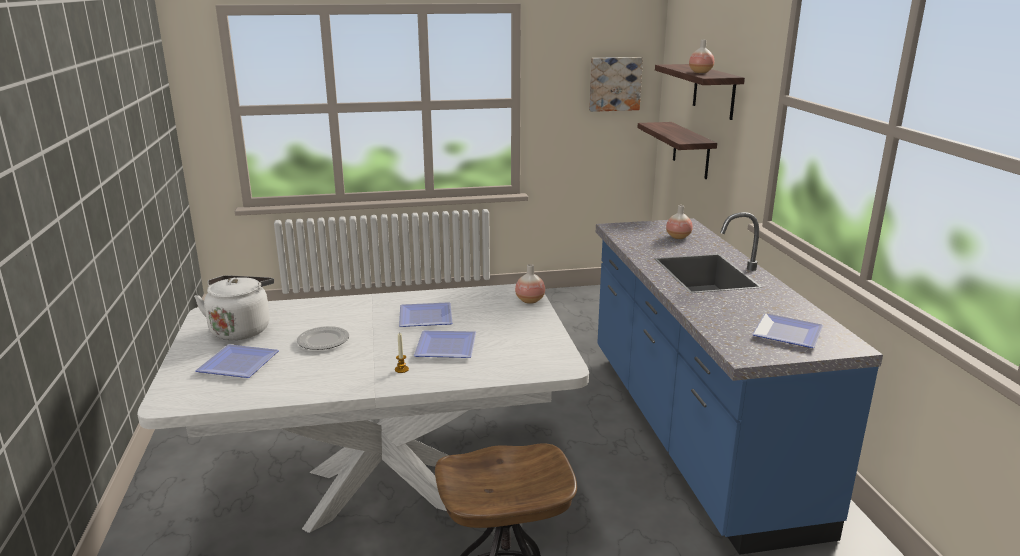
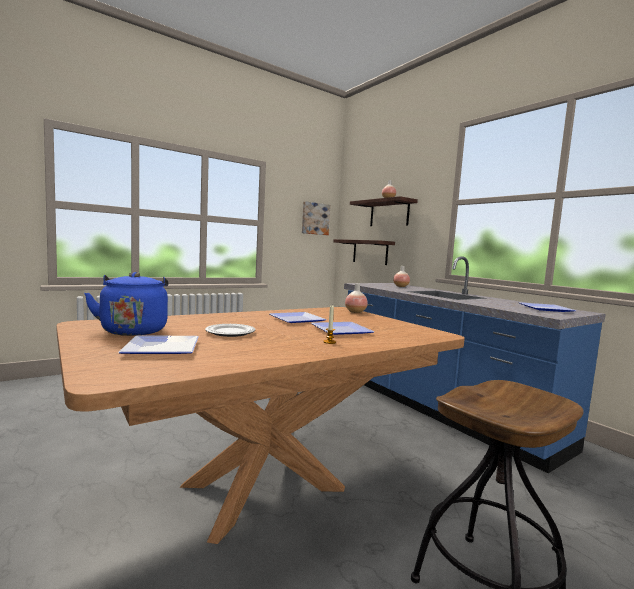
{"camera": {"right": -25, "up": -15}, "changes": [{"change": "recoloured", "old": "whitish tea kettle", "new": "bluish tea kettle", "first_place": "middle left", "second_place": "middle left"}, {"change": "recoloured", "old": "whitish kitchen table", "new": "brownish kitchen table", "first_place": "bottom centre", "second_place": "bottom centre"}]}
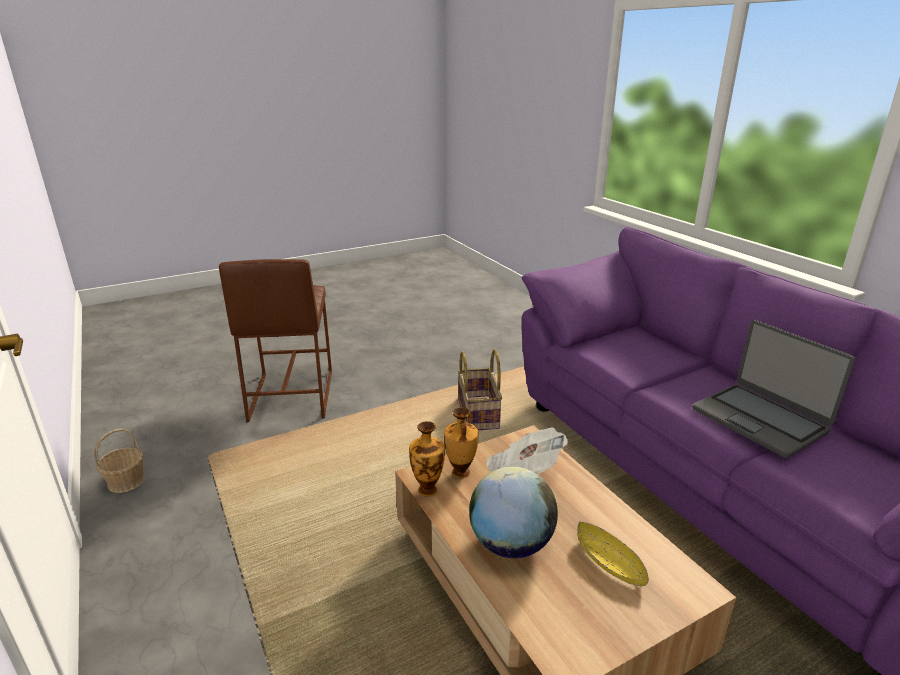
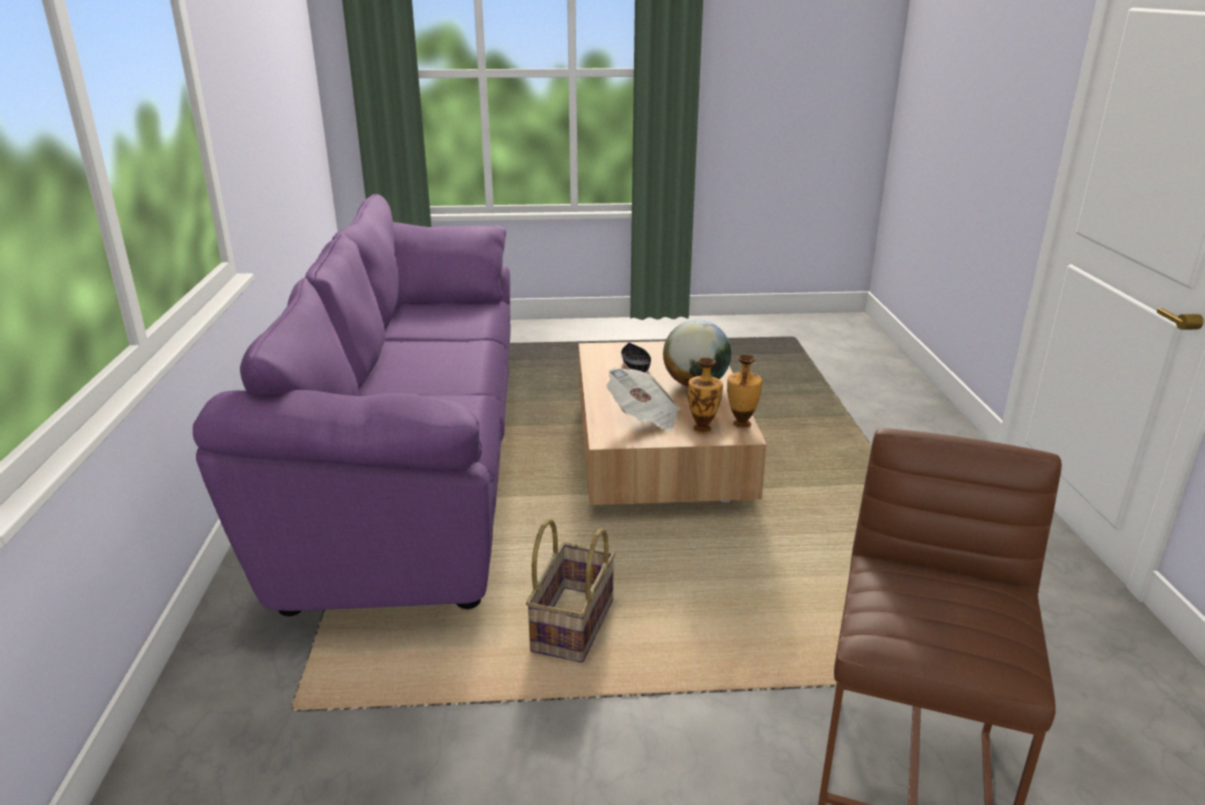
{"camera": {"right": -155, "up": 0}, "changes": [{"change": "removed", "old": "notebook computer", "first_place": "middle right"}, {"change": "removed", "old": "basket (1st from left)", "first_place": "bottom left"}, {"change": "recoloured", "old": "yellow serving bowl", "new": "black-coloured serving bowl", "first_place": "bottom right", "second_place": "centre"}]}
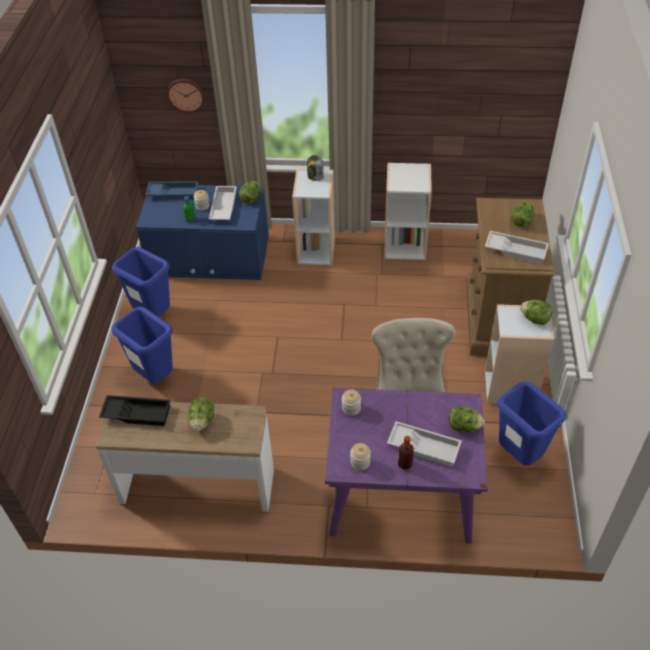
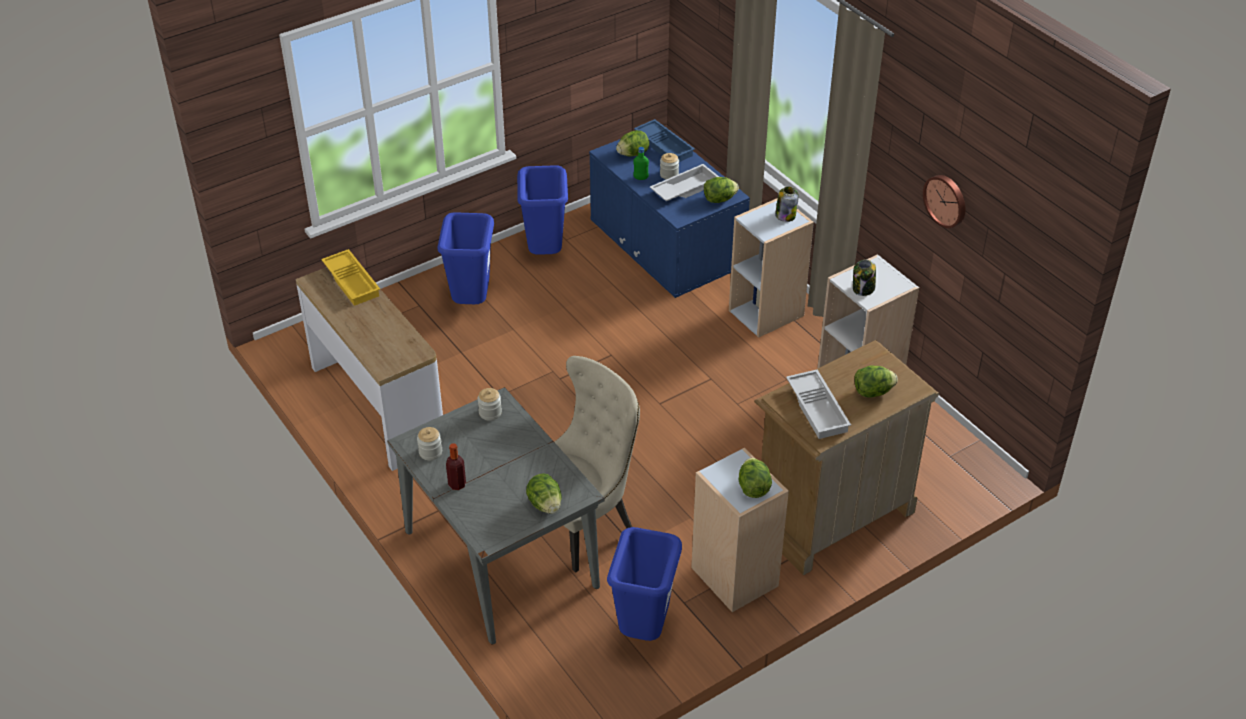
{"camera": {"right": 50, "up": -5}, "changes": [{"change": "moved", "old": "clock on the wall", "first_place": "top left", "second_place": "top right"}, {"change": "recoloured", "old": "purple kitchen table", "new": "greyish kitchen table", "first_place": "bottom centre", "second_place": "bottom centre"}, {"change": "recoloured", "old": "black-coloured serving tray", "new": "yellow serving tray", "first_place": "middle left", "second_place": "middle left"}, {"change": "moved", "old": "head of lettuce (1st from left in the first image)", "new": "head of lettuce (2nd from left)", "first_place": "middle left", "second_place": "top centre"}, {"change": "removed", "old": "whitish serving tray (2nd from left)", "first_place": "bottom centre"}, {"change": "added", "new": "preserve jar (5th from left)", "second_place": "middle right"}]}
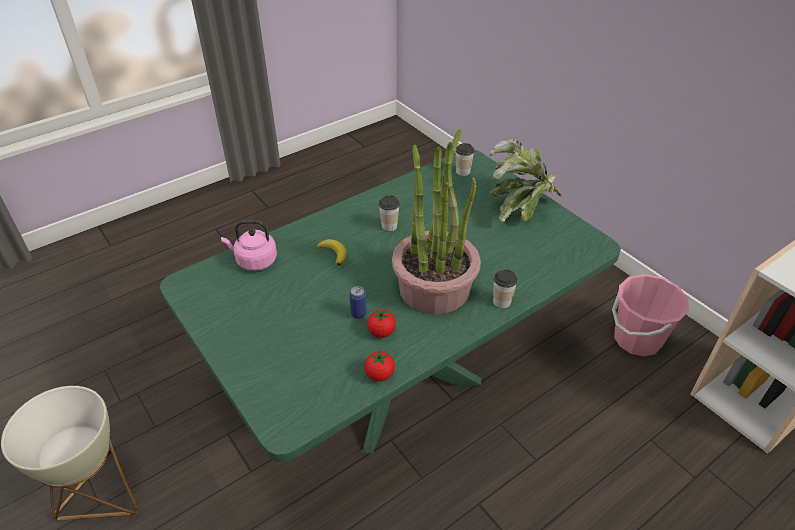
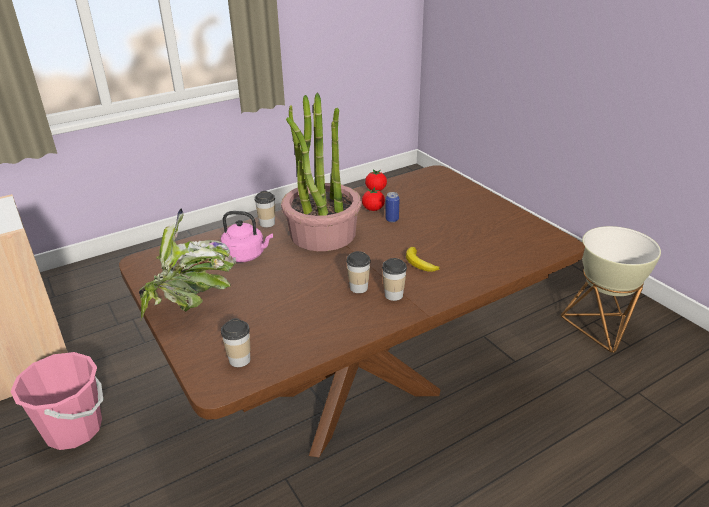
{"camera": {"right": -175, "up": -10}, "changes": [{"change": "recoloured", "old": "green kitchen table", "new": "brownish kitchen table", "first_place": "centre", "second_place": "centre"}, {"change": "moved", "old": "pink-coloured tea kettle", "first_place": "middle left", "second_place": "centre"}, {"change": "added", "new": "small cup (4th from left)", "second_place": "centre"}]}
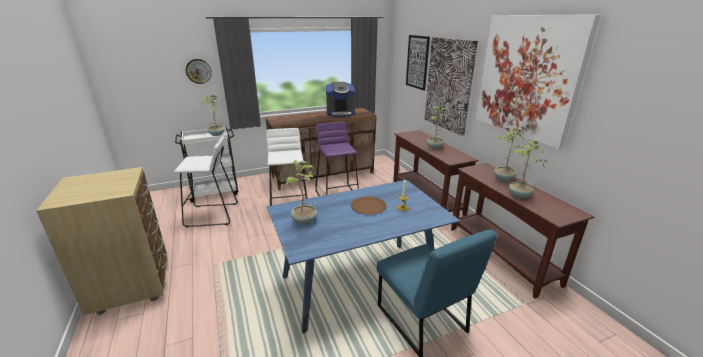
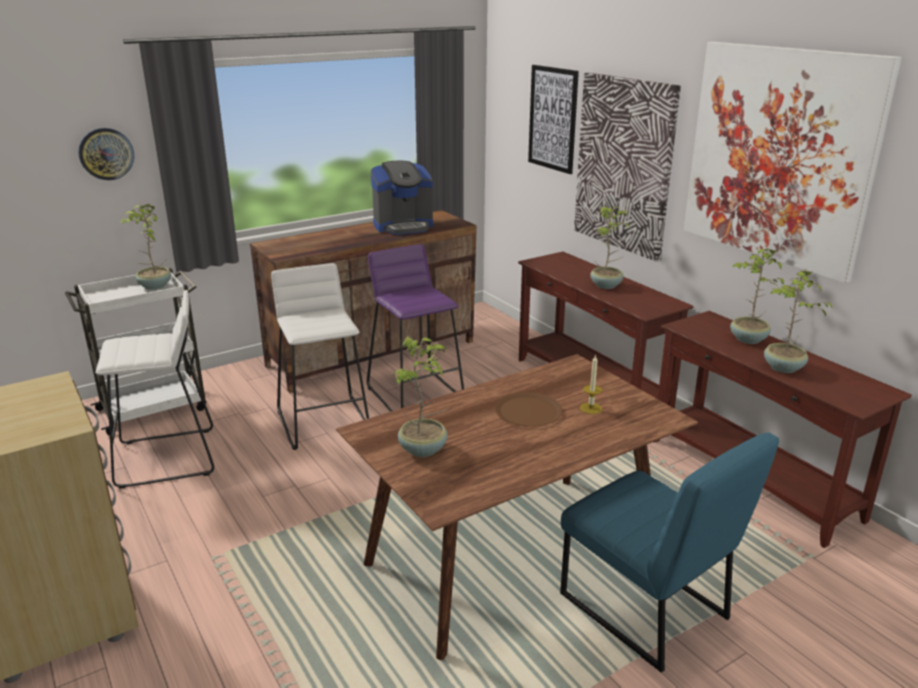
{"camera": {"right": -10, "up": 0}, "changes": [{"change": "recoloured", "old": "bluish kitchen table", "new": "brownish kitchen table", "first_place": "bottom centre", "second_place": "bottom centre"}]}
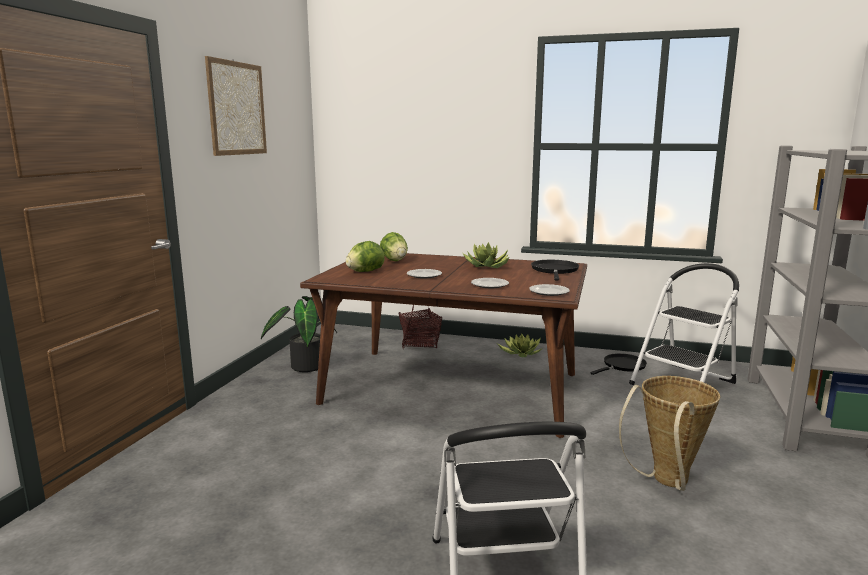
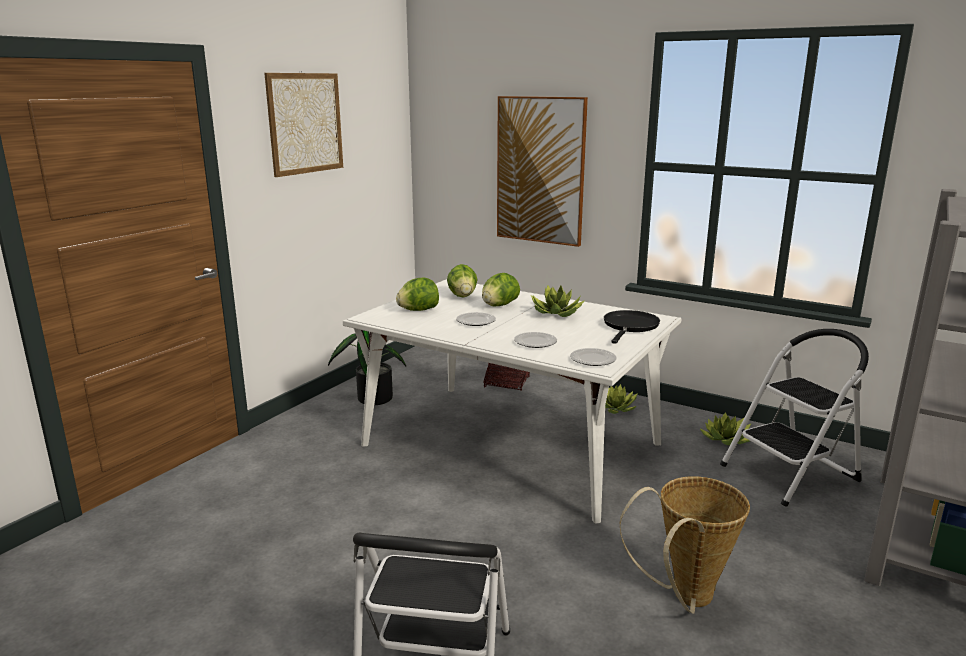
{"camera": {"right": 15, "up": 5}, "changes": [{"change": "recoloured", "old": "brownish kitchen table", "new": "whitish kitchen table", "first_place": "centre", "second_place": "centre"}, {"change": "replaced", "old": "black-coloured frying pan (2nd from left)", "new": "houseplant (4th from left)", "first_place": "middle right", "second_place": "middle right"}, {"change": "added", "new": "wall art (2nd from left)", "second_place": "top centre"}, {"change": "added", "new": "head of lettuce (3rd from left)", "second_place": "centre"}]}
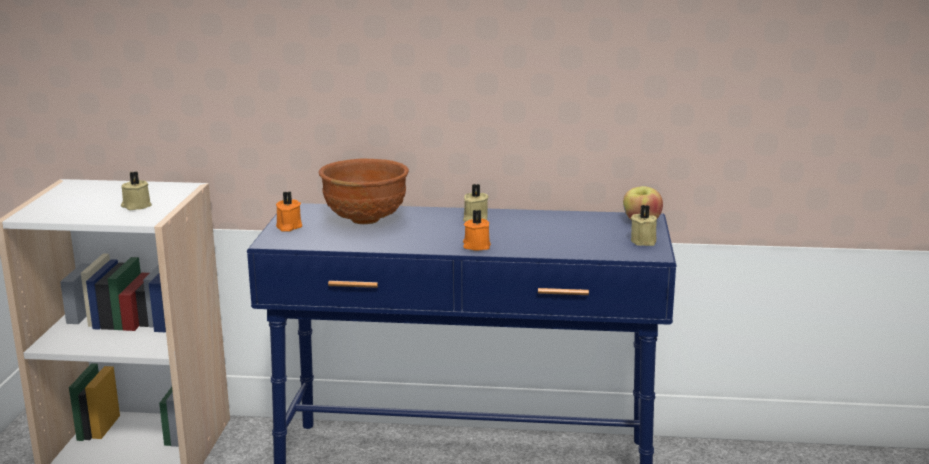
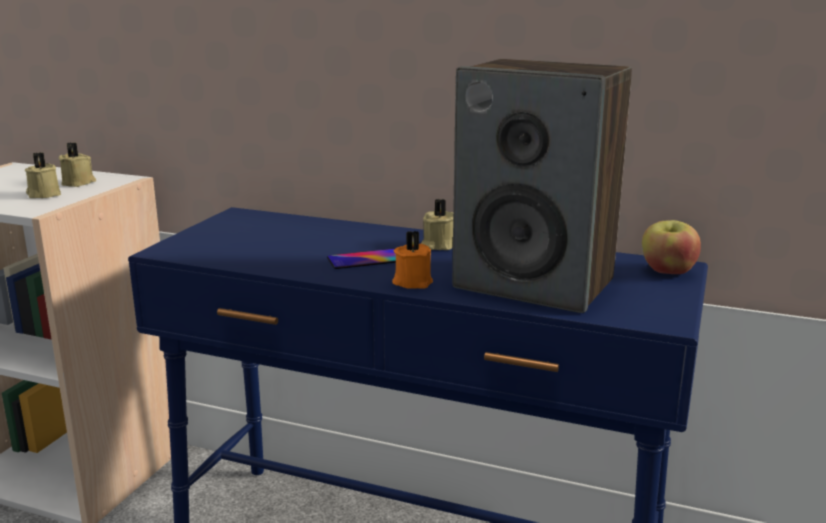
{"camera": {"right": 15, "up": 0}, "changes": [{"change": "removed", "old": "brownish serving bowl", "first_place": "centre"}, {"change": "removed", "old": "orangey wax candle (1st from left)", "first_place": "middle left"}, {"change": "moved", "old": "beige wax candle (3rd from left in the first image)", "new": "beige wax candle (2nd from left)", "first_place": "middle right", "second_place": "top left"}, {"change": "added", "new": "audio speaker", "second_place": "centre"}, {"change": "added", "new": "telephone", "second_place": "centre"}]}
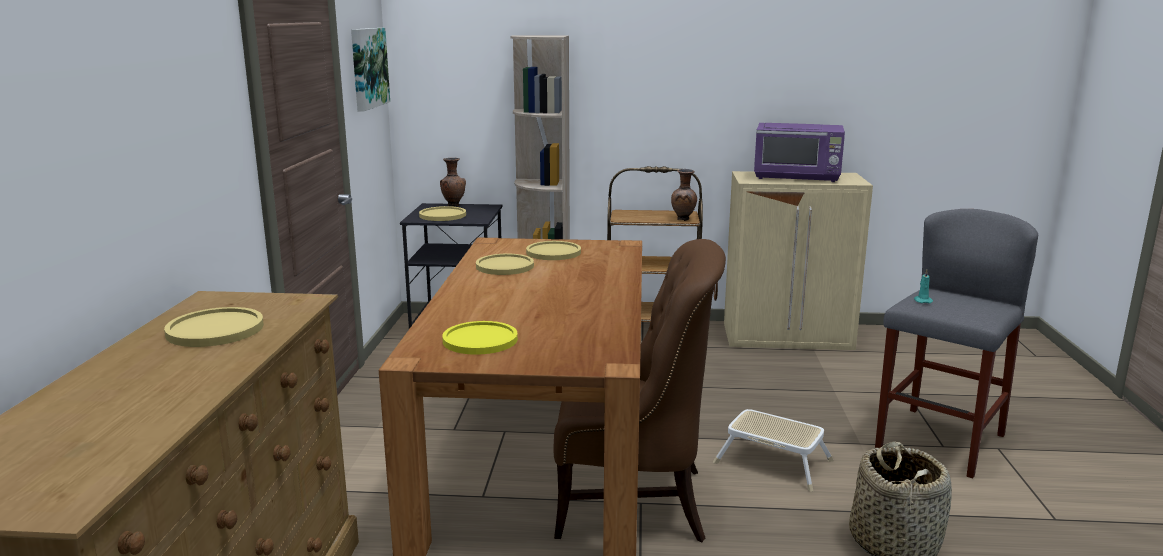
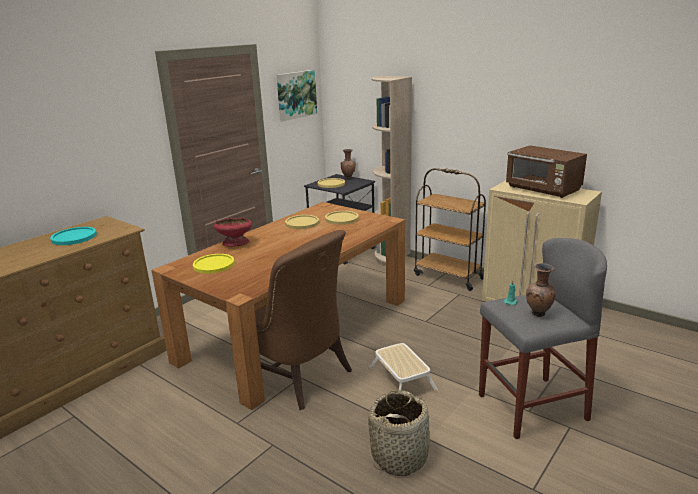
{"camera": {"right": 35, "up": 5}, "changes": [{"change": "recoloured", "old": "purple microwave", "new": "brownish microwave", "first_place": "top right", "second_place": "middle right"}, {"change": "moved", "old": "brownish flower vase (2nd from left)", "first_place": "centre", "second_place": "middle right"}, {"change": "recoloured", "old": "yellow dinner plate (1st from left)", "new": "turquoise-coloured dinner plate", "first_place": "middle left", "second_place": "middle left"}, {"change": "added", "new": "red serving bowl", "second_place": "centre"}]}
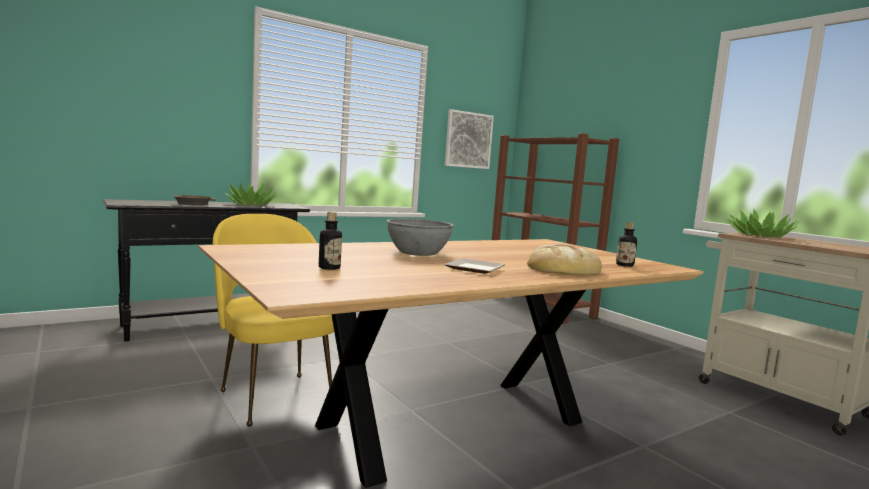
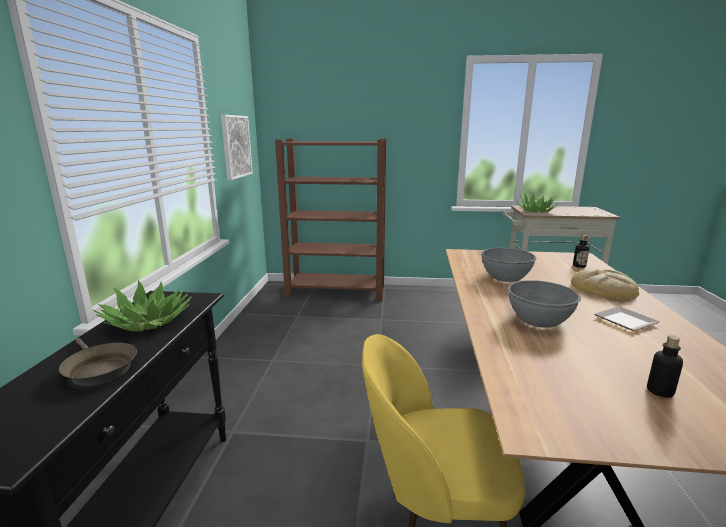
{"camera": {"right": -50, "up": 10}, "changes": [{"change": "added", "new": "greyish serving bowl (1st from left)", "second_place": "middle right"}]}
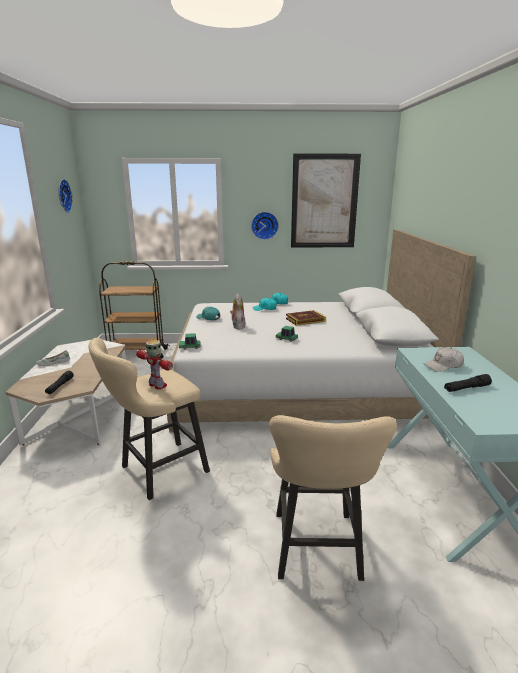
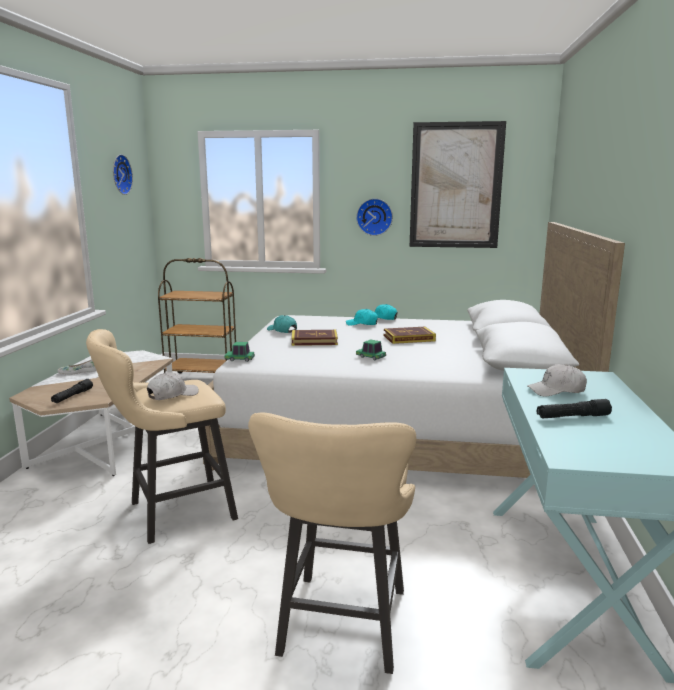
{"camera": {"right": 10, "up": -5}, "changes": [{"change": "replaced", "old": "plush toy", "new": "book (1st from left)", "first_place": "centre", "second_place": "centre"}, {"change": "replaced", "old": "model robot", "new": "whitish cap (1st from left)", "first_place": "middle left", "second_place": "middle left"}]}
